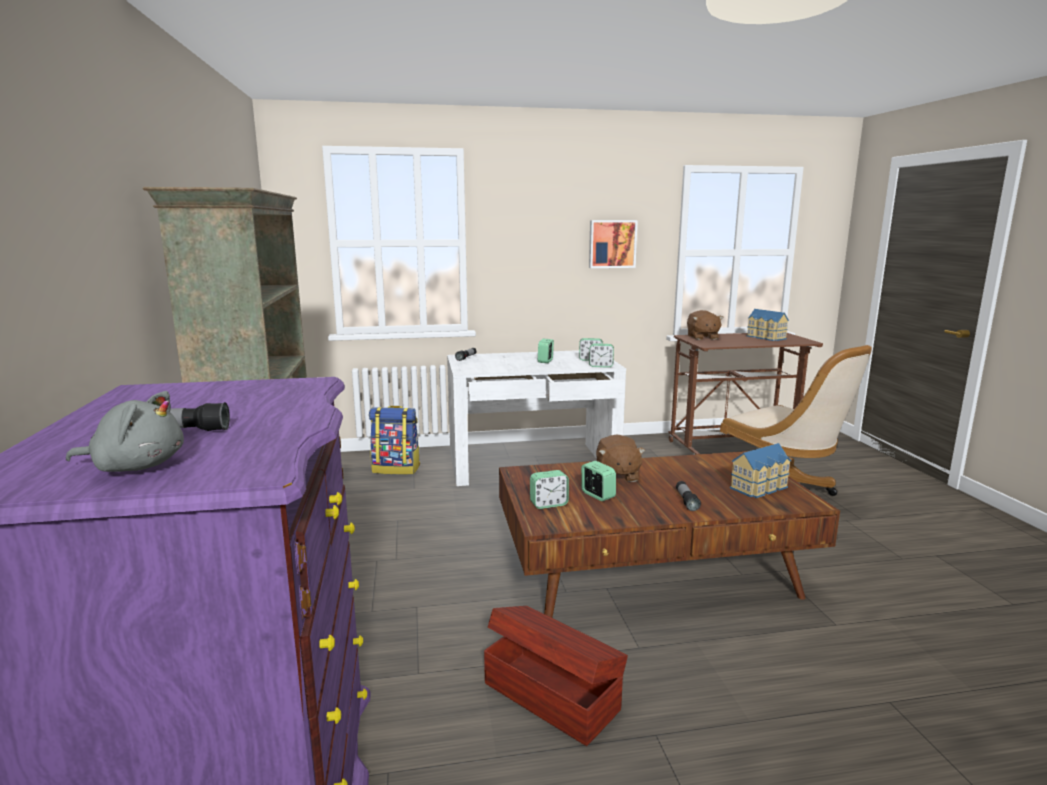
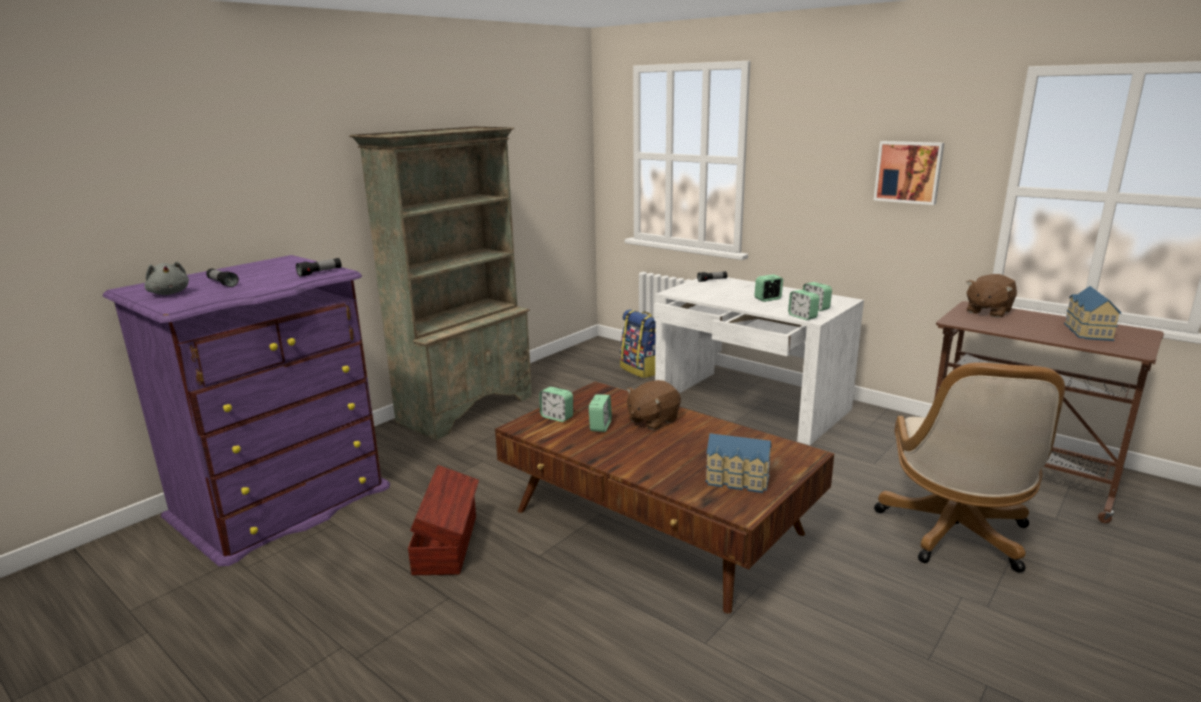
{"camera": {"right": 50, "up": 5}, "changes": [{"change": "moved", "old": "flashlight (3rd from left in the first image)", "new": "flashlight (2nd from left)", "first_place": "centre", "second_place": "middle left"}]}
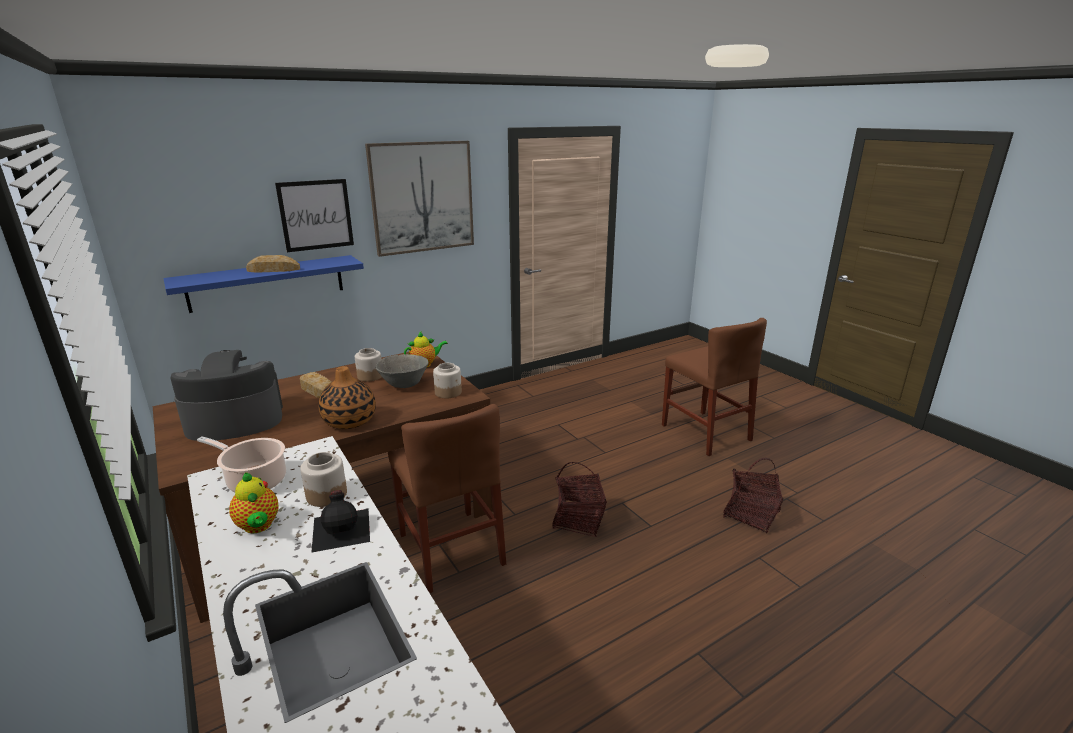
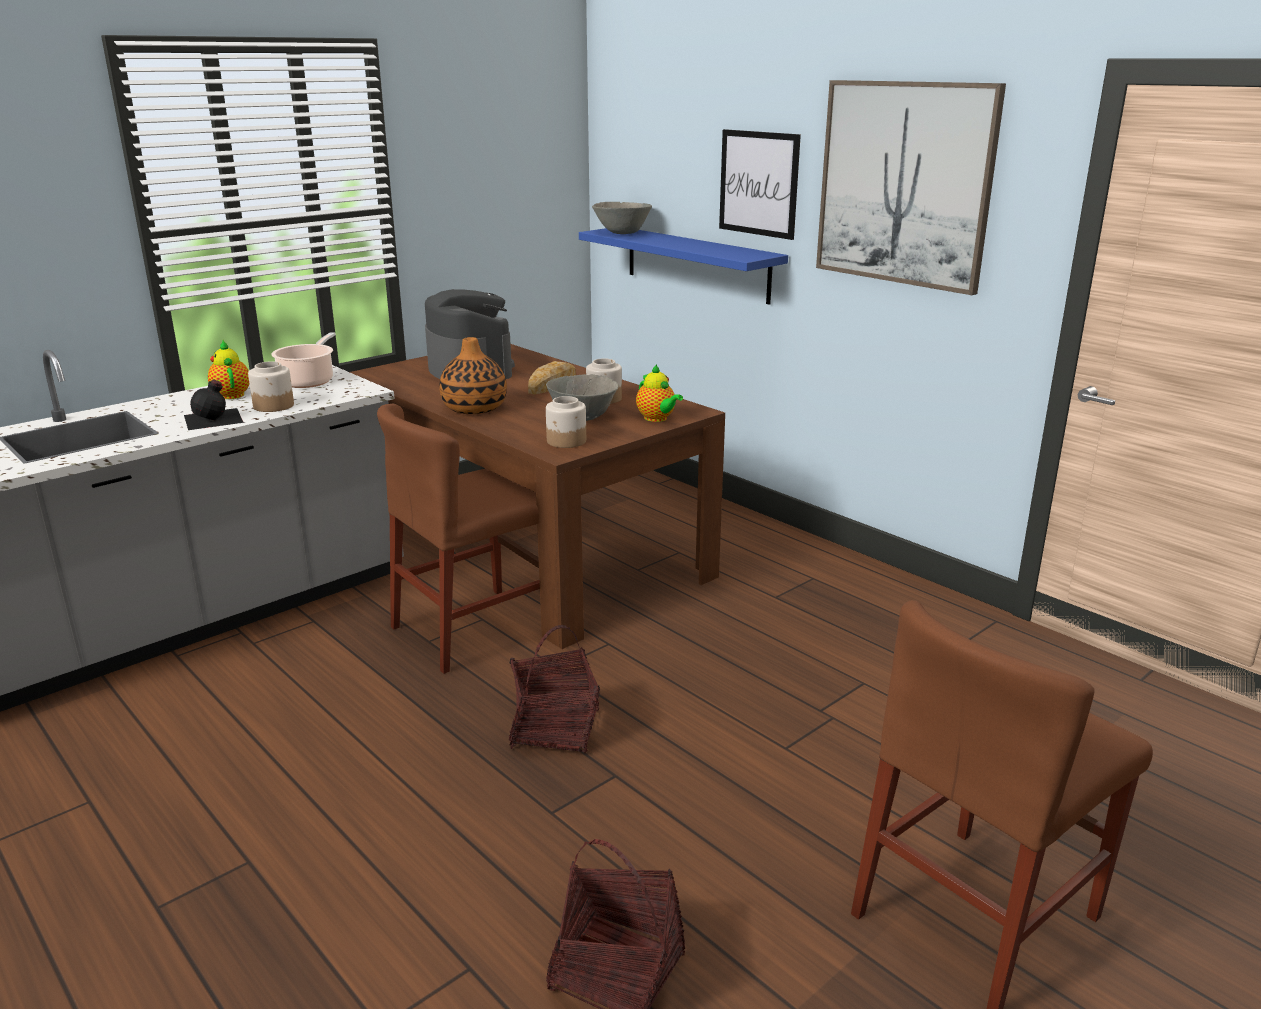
{"camera": {"right": 80, "up": 0}, "changes": [{"change": "removed", "old": "bread (1st from left)", "first_place": "middle left"}, {"change": "turned", "old": "pot for tea (1st from left)", "first_place": "bottom left", "second_place": "middle left", "degrees": 105}, {"change": "added", "new": "greyish serving bowl (2nd from left)", "second_place": "top centre"}]}
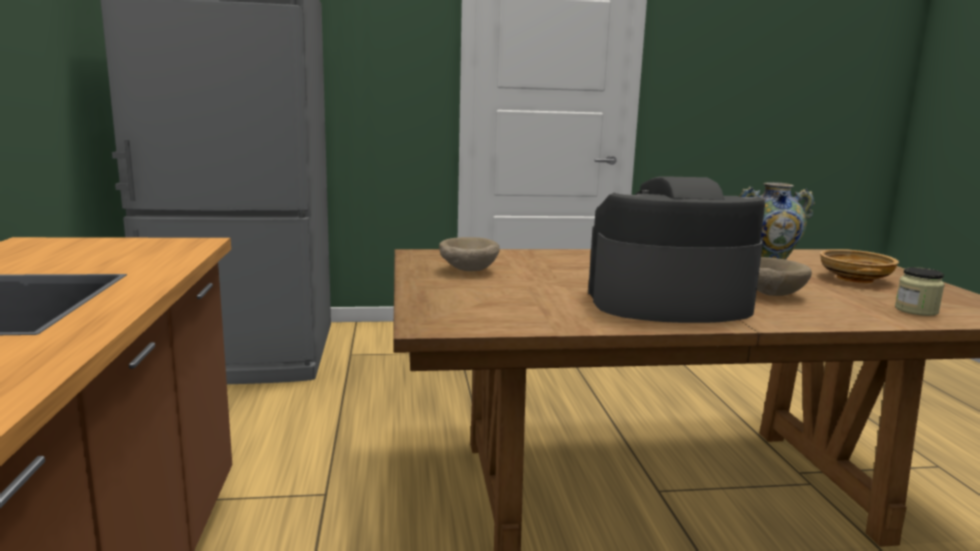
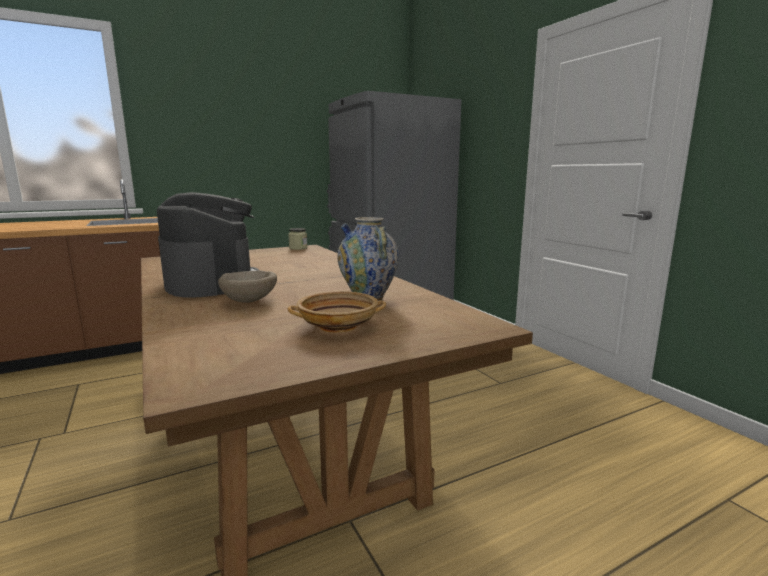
{"camera": {"right": 70, "up": 0}, "changes": [{"change": "removed", "old": "beige serving bowl (1st from left)", "first_place": "centre"}, {"change": "moved", "old": "preserve jar", "first_place": "middle right", "second_place": "centre"}]}
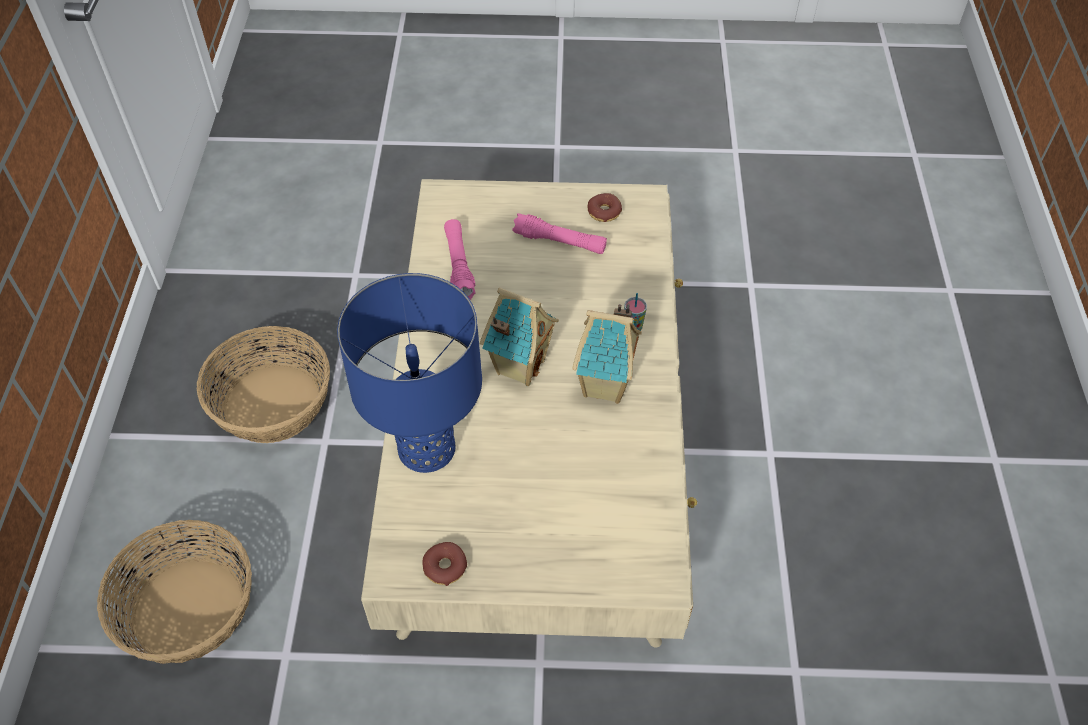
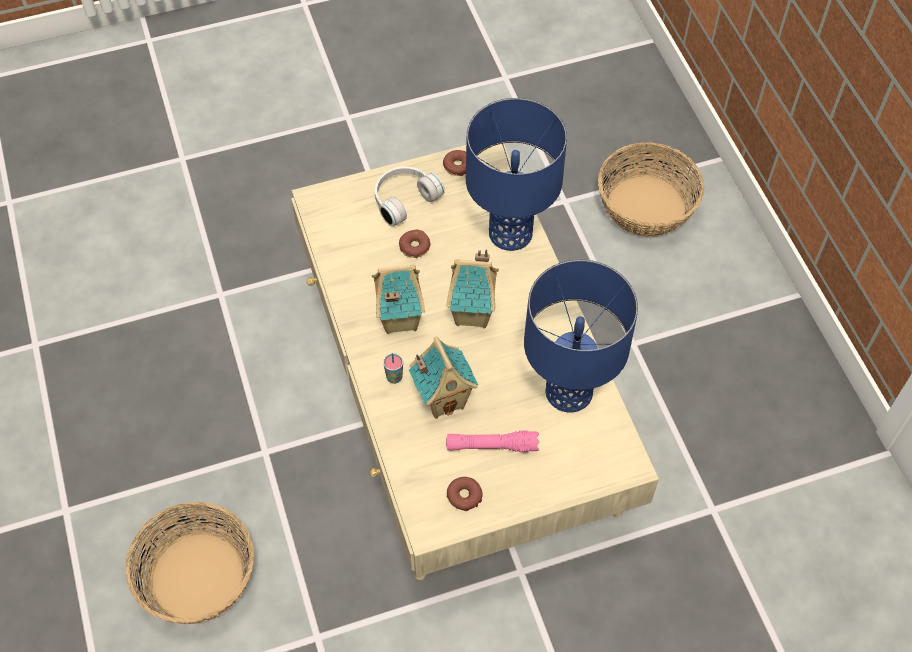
{"camera": {"right": 160, "up": 5}, "changes": [{"change": "replaced", "old": "pink-coloured flashlight (1st from left)", "new": "bluish table lamp (2nd from left)", "first_place": "centre", "second_place": "centre"}, {"change": "moved", "old": "basket (2nd from left in the first image)", "new": "basket (1st from left)", "first_place": "middle left", "second_place": "bottom left"}, {"change": "added", "new": "whitish headset", "second_place": "top centre"}, {"change": "added", "new": "donut (1st from left)", "second_place": "centre"}, {"change": "added", "new": "toy house (2nd from left)", "second_place": "centre"}]}
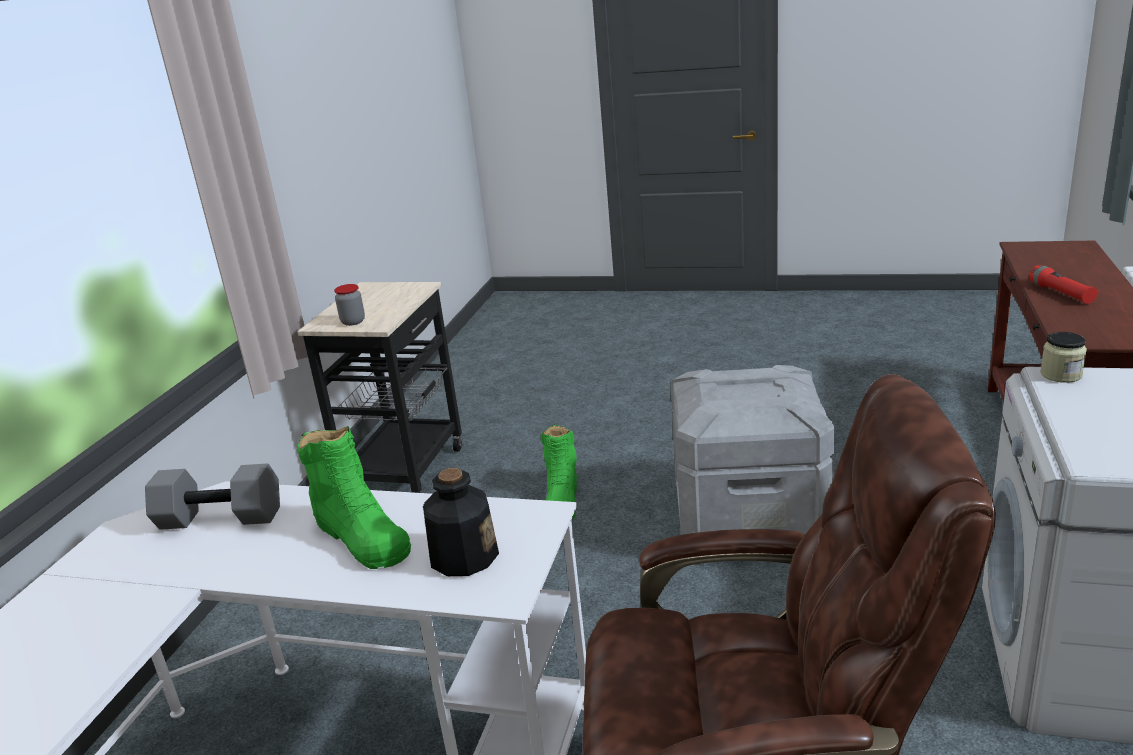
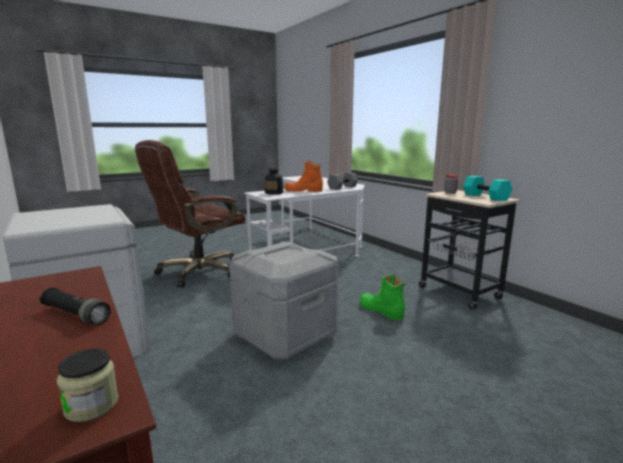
{"camera": {"right": 130, "up": -10}, "changes": [{"change": "recoloured", "old": "red flashlight", "new": "black-coloured flashlight", "first_place": "middle right", "second_place": "middle left"}, {"change": "moved", "old": "preserve jar (2nd from left in the first image)", "new": "preserve jar (1st from left)", "first_place": "middle right", "second_place": "bottom left"}, {"change": "recoloured", "old": "green tall boot (1st from left)", "new": "orangey tall boot", "first_place": "middle left", "second_place": "centre"}, {"change": "added", "new": "turquoise-coloured hand weight", "second_place": "middle right"}]}
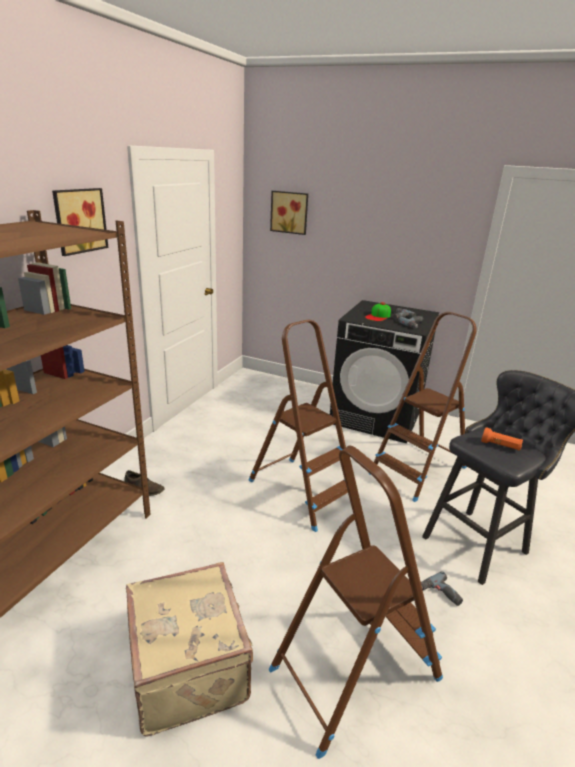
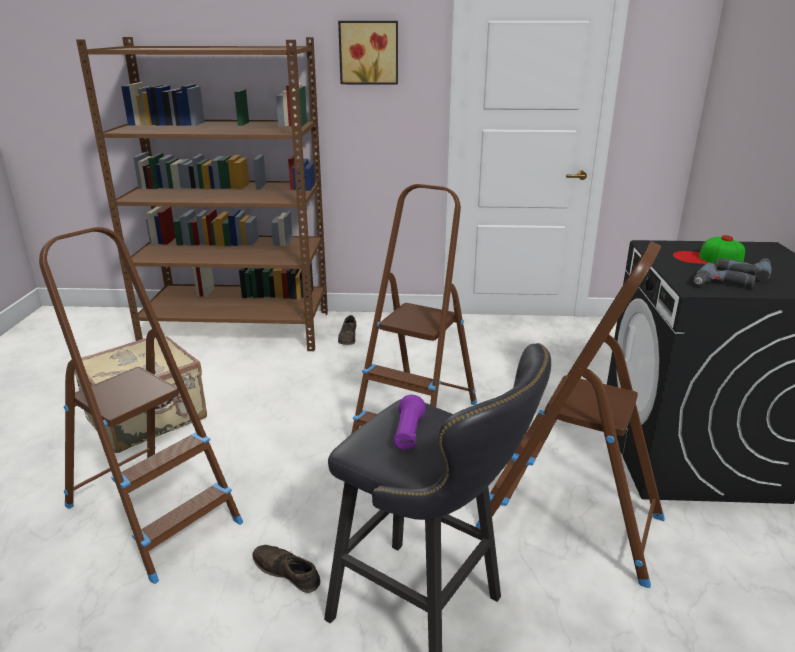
{"camera": {"right": 70, "up": 0}, "changes": [{"change": "removed", "old": "wall art (2nd from left)", "first_place": "top centre"}, {"change": "recoloured", "old": "orangey flashlight", "new": "purple flashlight", "first_place": "middle right", "second_place": "centre"}, {"change": "replaced", "old": "power drill (3rd from left)", "new": "brownish low shoe (1st from left)", "first_place": "bottom right", "second_place": "bottom centre"}]}
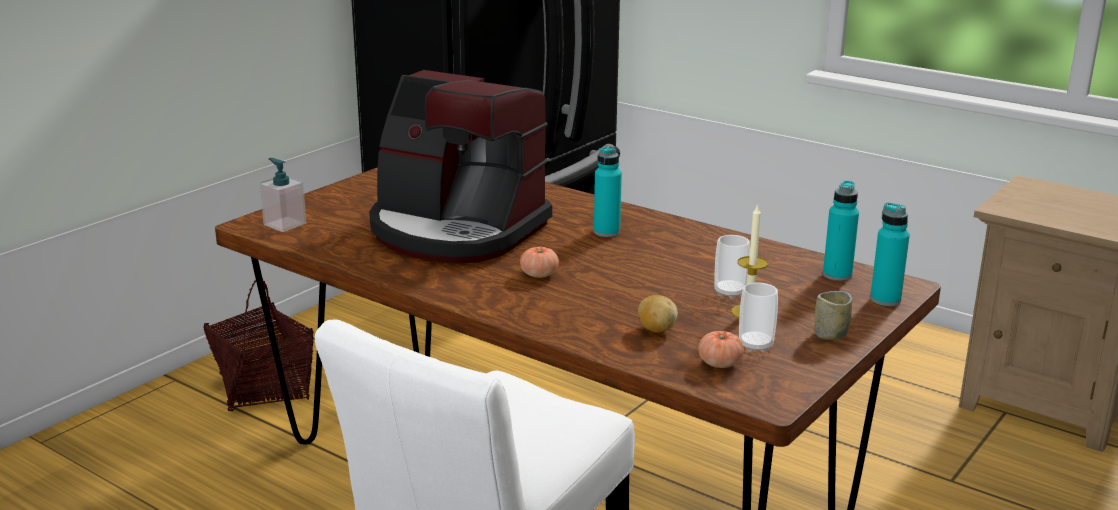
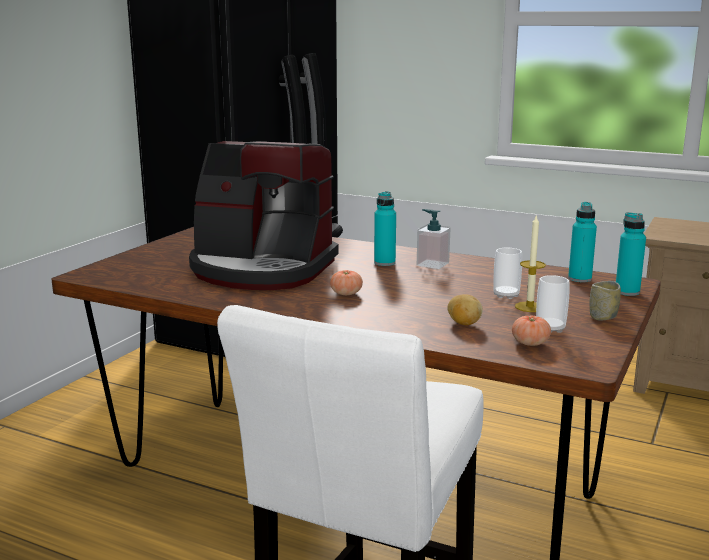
{"camera": {"right": -10, "up": -5}, "changes": [{"change": "moved", "old": "soap dispenser", "first_place": "middle left", "second_place": "centre"}, {"change": "removed", "old": "basket", "first_place": "bottom left"}]}
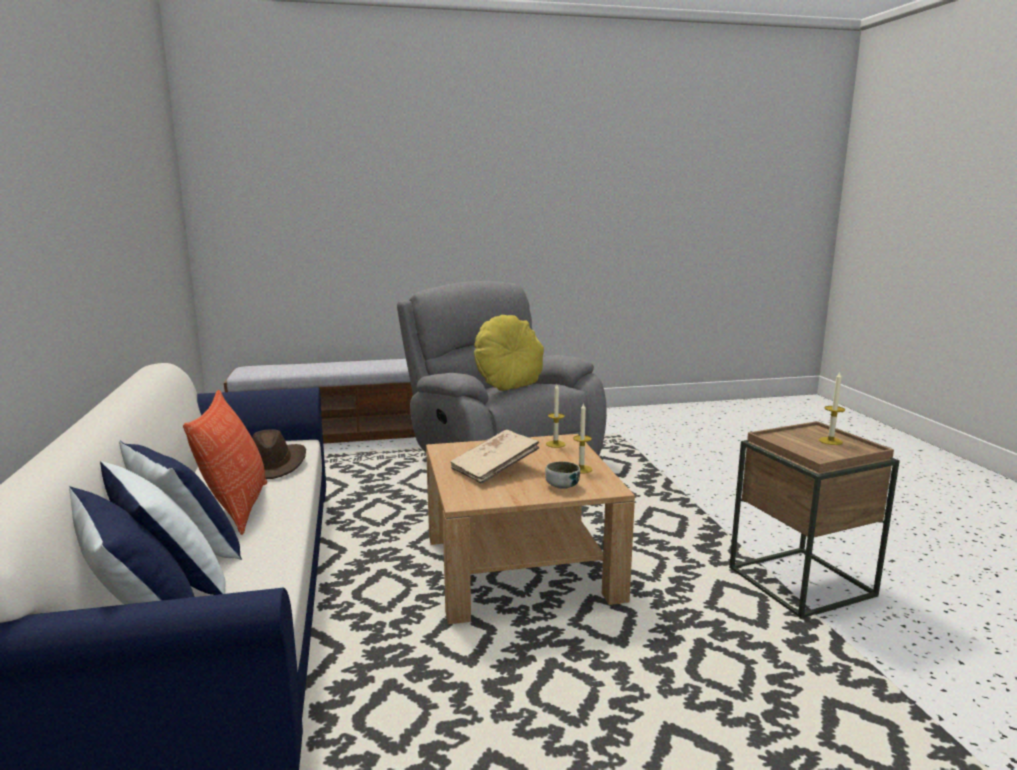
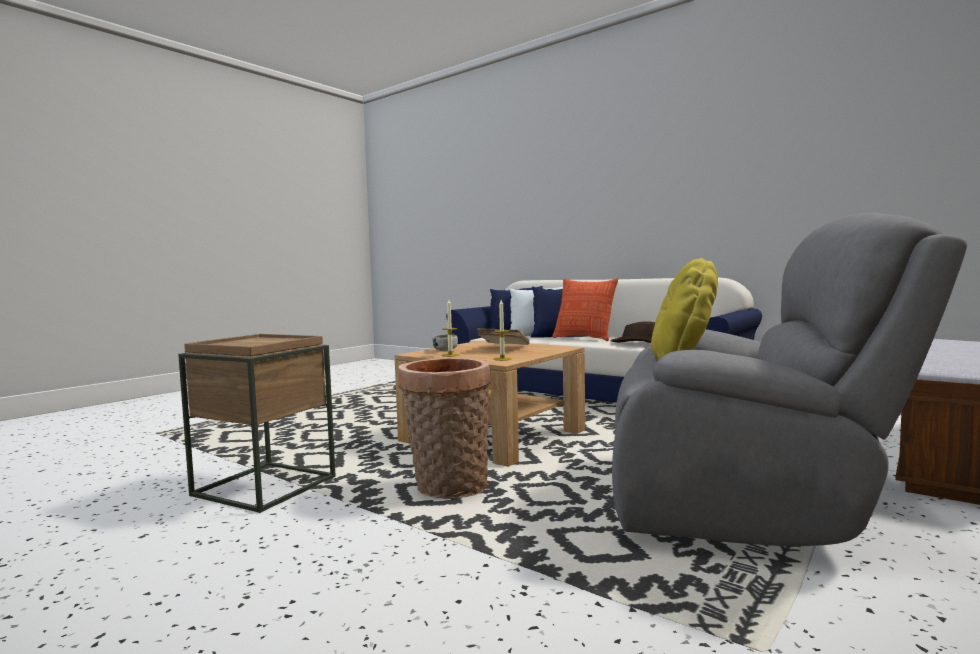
{"camera": {"right": 140, "up": -10}, "changes": [{"change": "removed", "old": "wax candle (3rd from left)", "first_place": "middle right"}, {"change": "added", "new": "basket", "second_place": "centre"}]}
